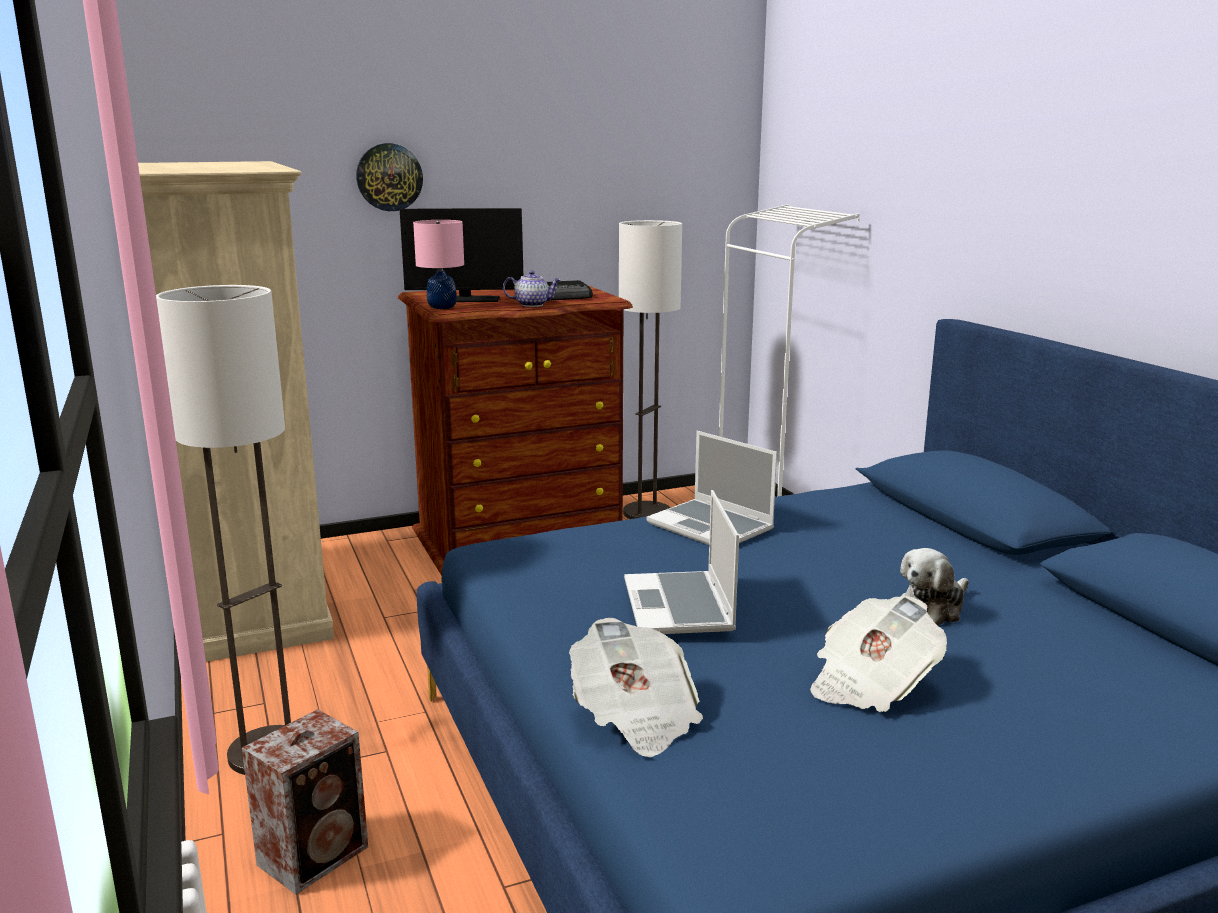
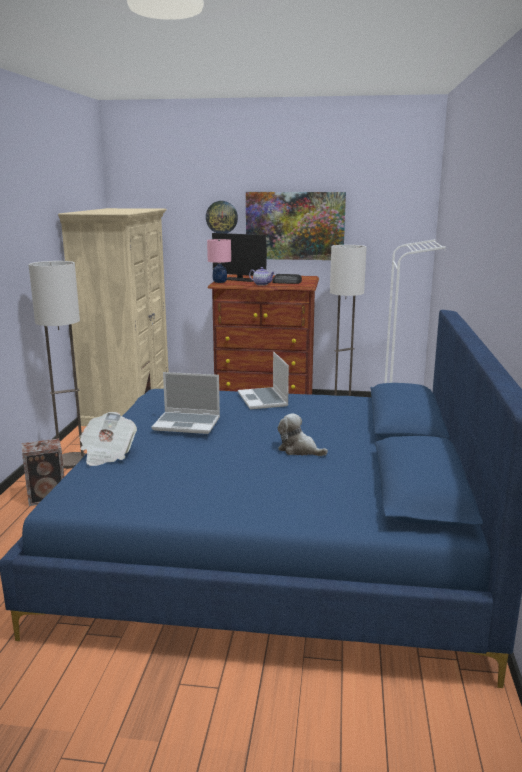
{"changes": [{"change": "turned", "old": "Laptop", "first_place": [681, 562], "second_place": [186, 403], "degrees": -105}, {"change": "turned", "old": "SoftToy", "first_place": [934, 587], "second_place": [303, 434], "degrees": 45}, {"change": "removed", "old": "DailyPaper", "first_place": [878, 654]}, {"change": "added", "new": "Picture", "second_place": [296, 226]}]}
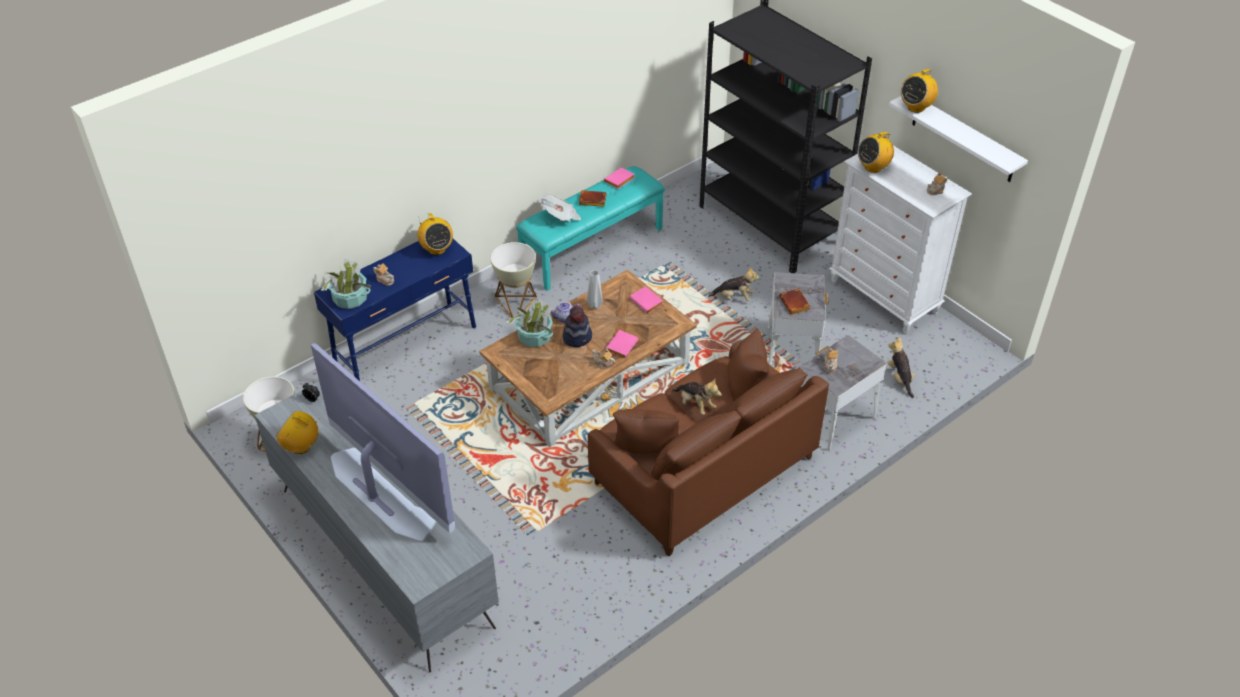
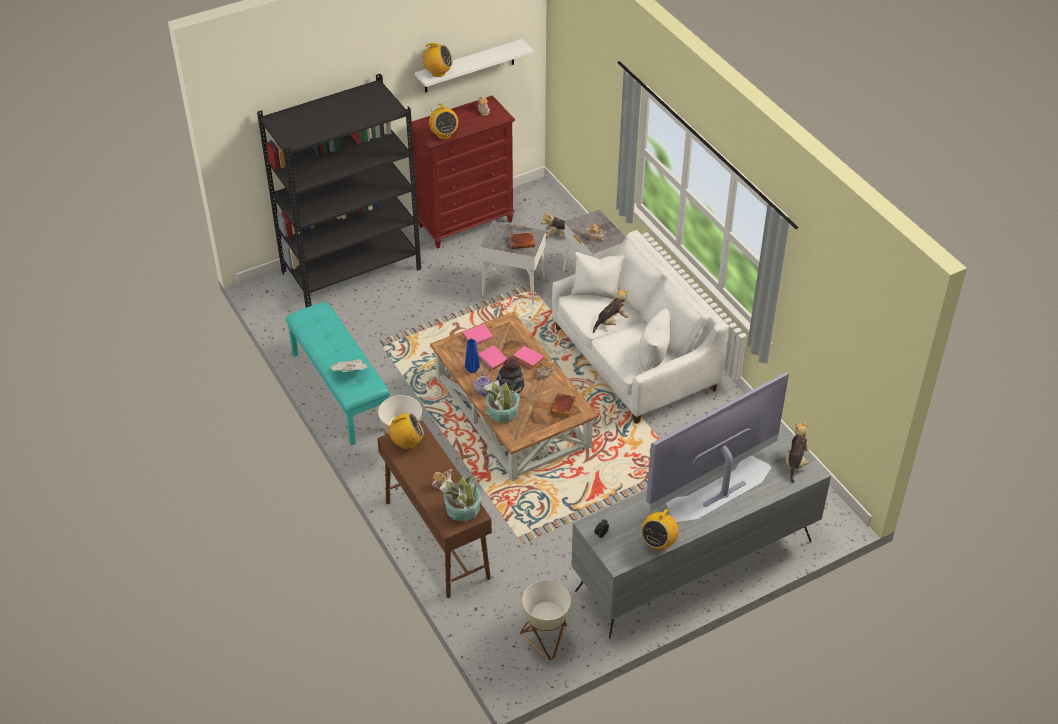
{"changes": [{"change": "turned", "old": "Radio", "first_place": [919, 90], "second_place": [436, 60], "degrees": -45}, {"change": "recoloured", "old": "WhiteColouredDresser", "new": "RedColouredDresser", "first_place": [900, 240], "second_place": [463, 172]}, {"change": "moved", "old": "PinkColouredBoundBook", "first_place": [619, 178], "second_place": [492, 357]}, {"change": "moved", "old": "BrownishBoundBook", "first_place": [593, 198], "second_place": [563, 405]}, {"change": "recoloured", "old": "BluishConsoleTable", "new": "BrownishConsoleTable", "first_place": [395, 310], "second_place": [434, 509]}, {"change": "moved", "old": "SoftToy", "first_place": [733, 283], "second_place": [797, 452]}, {"change": "recoloured", "old": "GreyDecorativeVase", "new": "BluishDecorativeVase", "first_place": [595, 289], "second_place": [472, 356]}, {"change": "recoloured", "old": "BrownishCouch", "new": "WhiteColouredCouch", "first_place": [708, 442], "second_place": [640, 327]}]}
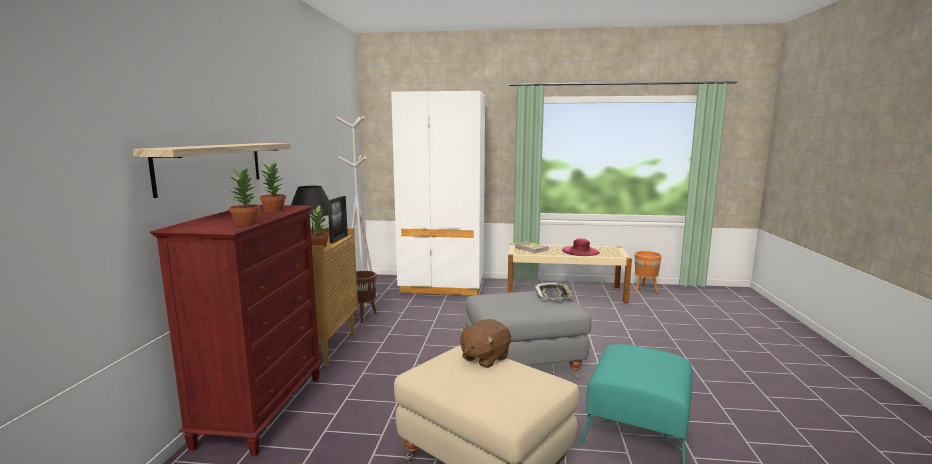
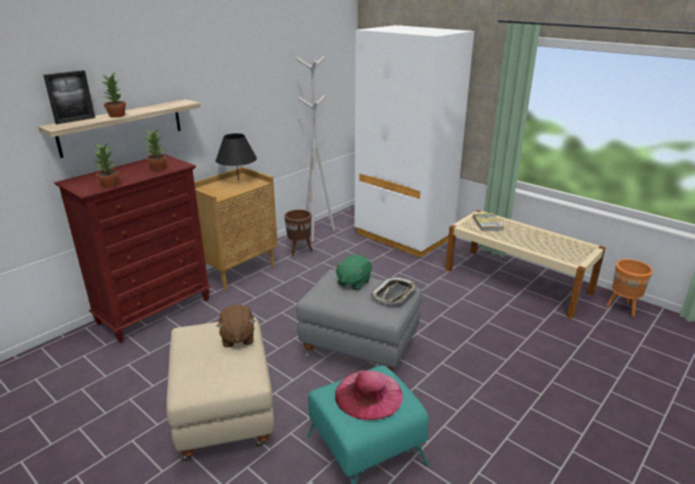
{"changes": [{"change": "moved", "old": "PhotoFrame", "first_place": [338, 219], "second_place": [69, 97]}, {"change": "moved", "old": "Houseplant", "first_place": [319, 226], "second_place": [114, 95]}, {"change": "moved", "old": "PinkColouredWearableHat", "first_place": [581, 247], "second_place": [369, 395]}, {"change": "turned", "old": "BrownishSoftToy", "first_place": [485, 343], "second_place": [235, 326], "degrees": -90}, {"change": "added", "new": "GreenishSoftToy", "second_place": [353, 272]}]}
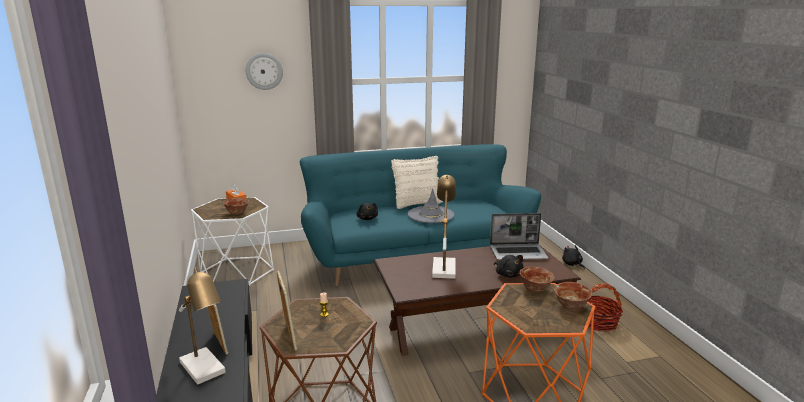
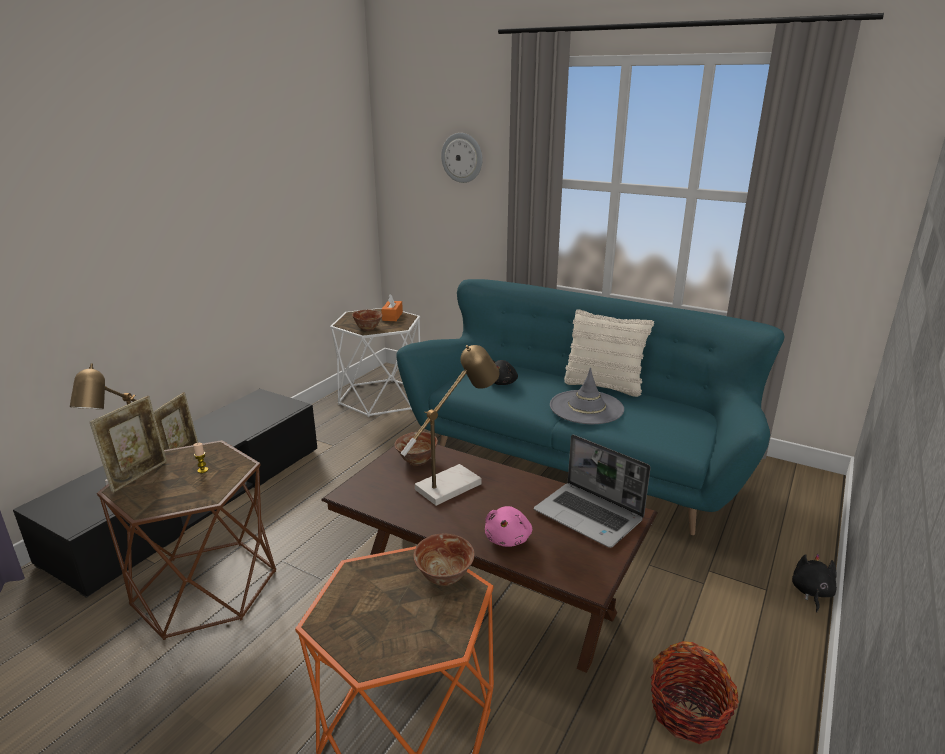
{"changes": [{"change": "recoloured", "old": "BlackSoftToy", "new": "PinkColouredSoftToy", "first_place": [509, 266], "second_place": [508, 526]}, {"change": "moved", "old": "DeepDish", "first_place": [573, 296], "second_place": [416, 449]}]}
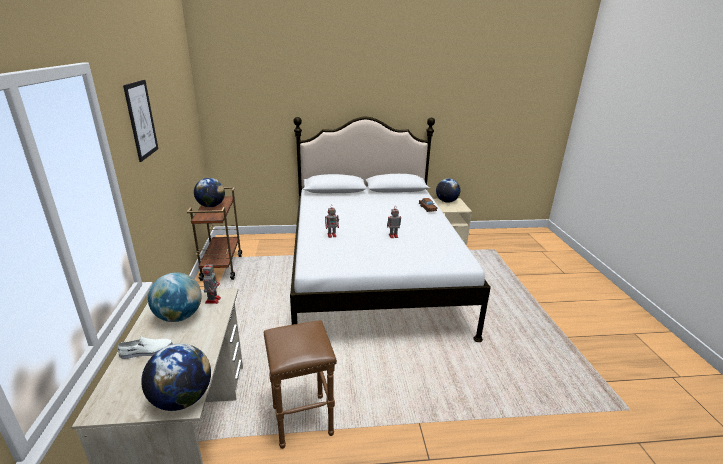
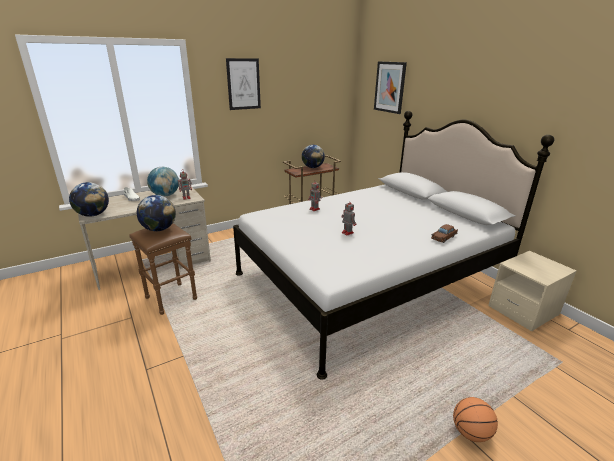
{"changes": [{"change": "moved", "old": "DeskGlobe", "first_place": [448, 190], "second_place": [156, 213]}, {"change": "added", "new": "Picture", "second_place": [390, 87]}, {"change": "added", "new": "BallForBasketball", "second_place": [475, 419]}]}
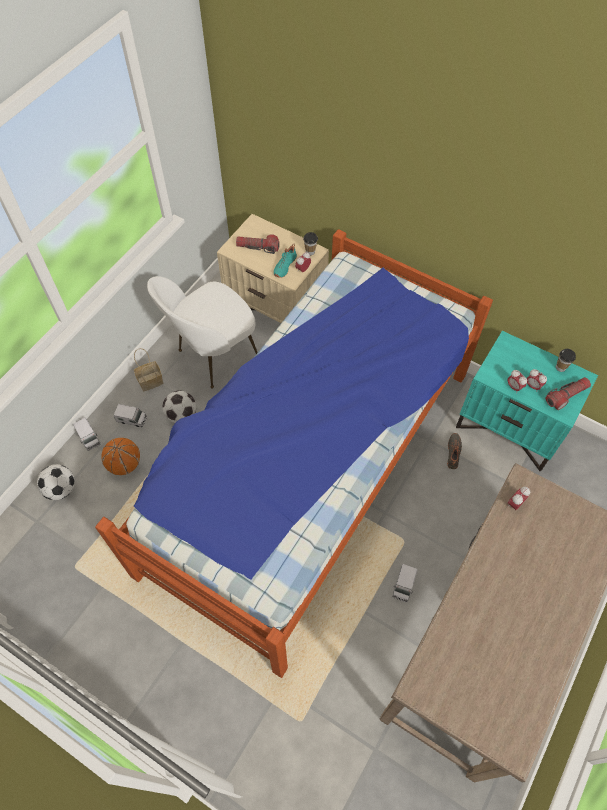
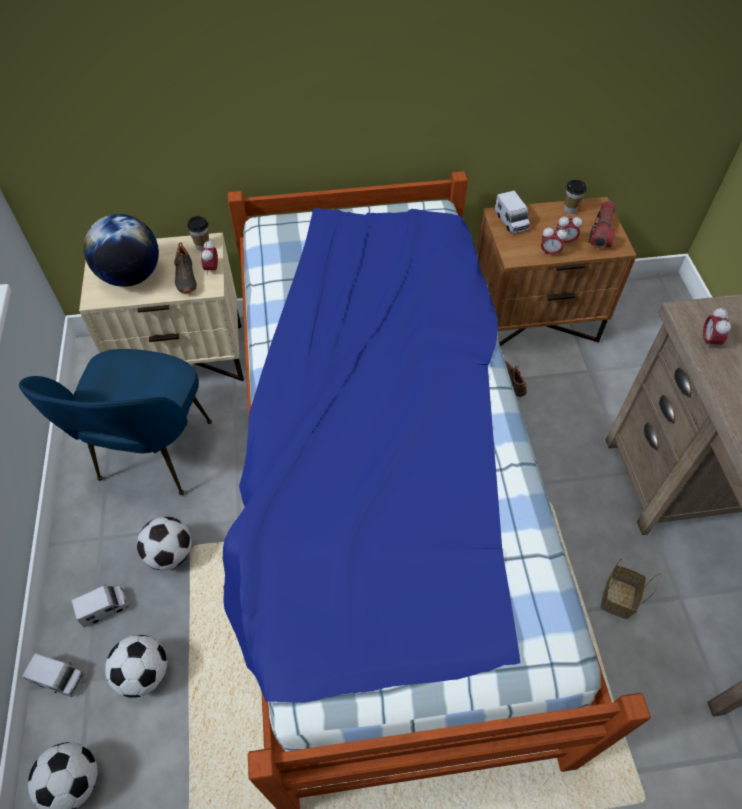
{"changes": [{"change": "replaced", "old": "Flashlight", "new": "DeskGlobe", "first_place": [258, 244], "second_place": [121, 250]}, {"change": "recoloured", "old": "BlueGreenItemOfFootwear", "new": "BlackItemOfFootwear", "first_place": [285, 260], "second_place": [185, 267]}, {"change": "recoloured", "old": "WhiteColouredUprightChair", "new": "BluishUprightChair", "first_place": [202, 332], "second_place": [115, 422]}, {"change": "recoloured", "old": "BlueGreenNightstand", "new": "BrownishNightstand", "first_place": [527, 401], "second_place": [557, 271]}, {"change": "moved", "old": "HouseholdBasket", "first_place": [148, 369], "second_place": [631, 588]}, {"change": "replaced", "old": "BallForBasketball", "new": "FootballBall", "first_place": [120, 456], "second_place": [136, 666]}, {"change": "moved", "old": "ModelTruck", "first_place": [405, 583], "second_place": [512, 212]}]}
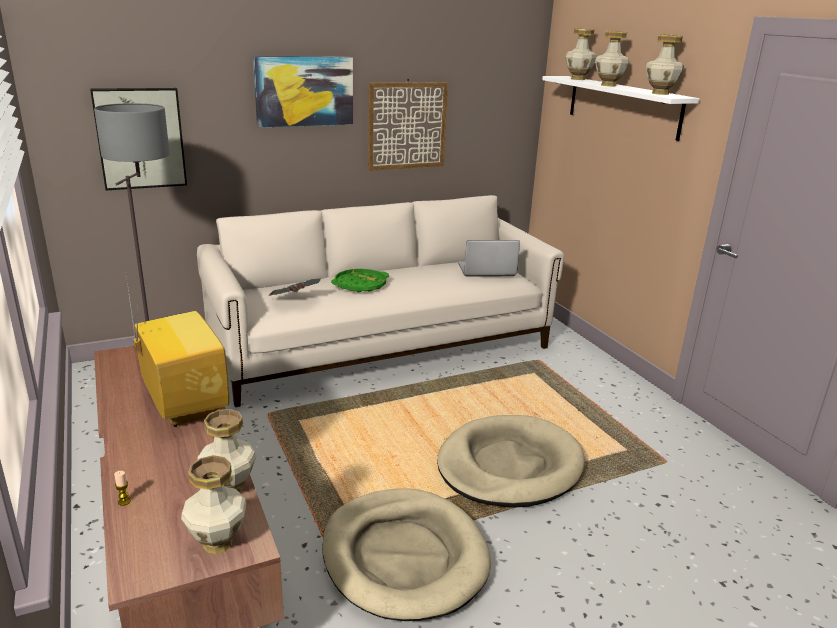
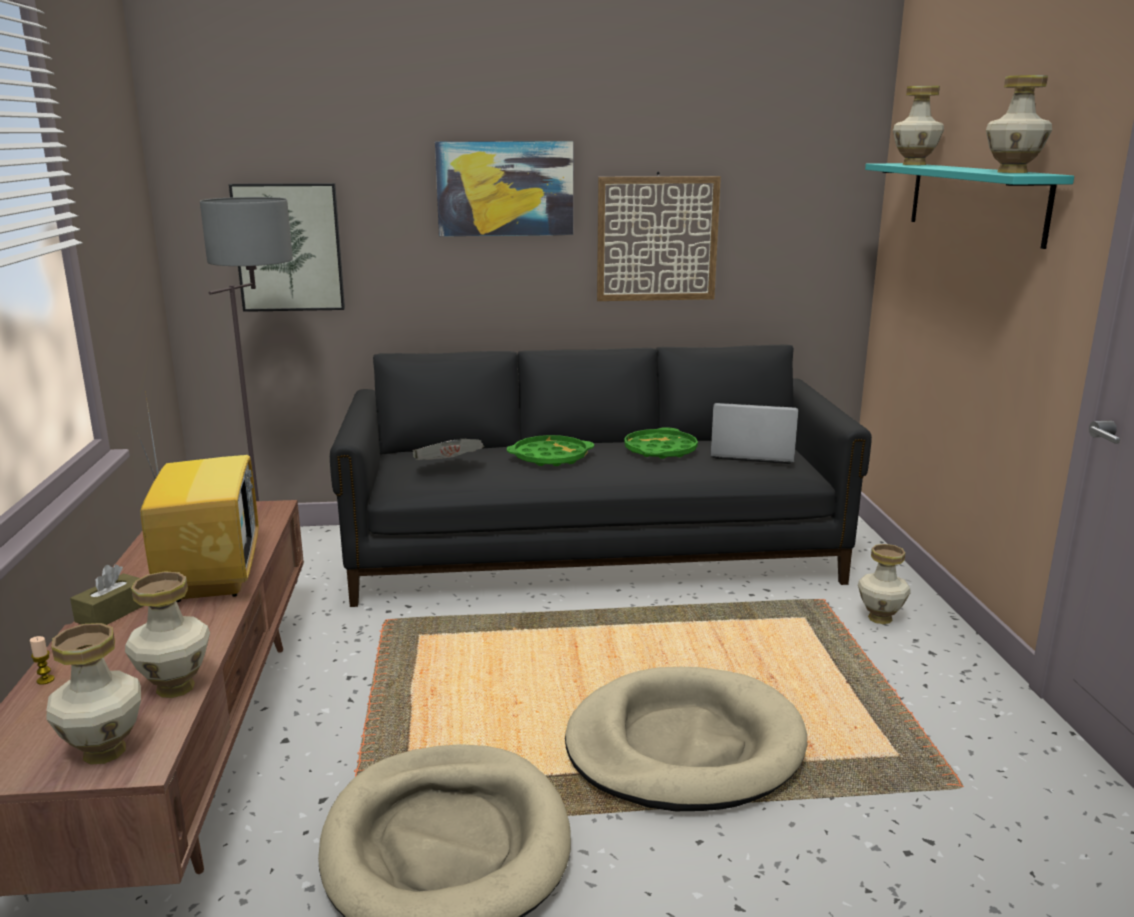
{"changes": [{"change": "moved", "old": "DecorativeVase", "first_place": [612, 58], "second_place": [884, 584]}, {"change": "recoloured", "old": "WhiteColouredBracketShelf", "new": "BlueGreenBracketShelf", "first_place": [621, 108], "second_place": [969, 206]}, {"change": "recoloured", "old": "BeigeCouch", "new": "BlackCouch", "first_place": [380, 301], "second_place": [601, 475]}, {"change": "added", "new": "GreenishServingTray", "second_place": [661, 443]}, {"change": "added", "new": "BrownishTissueBox", "second_place": [106, 594]}]}
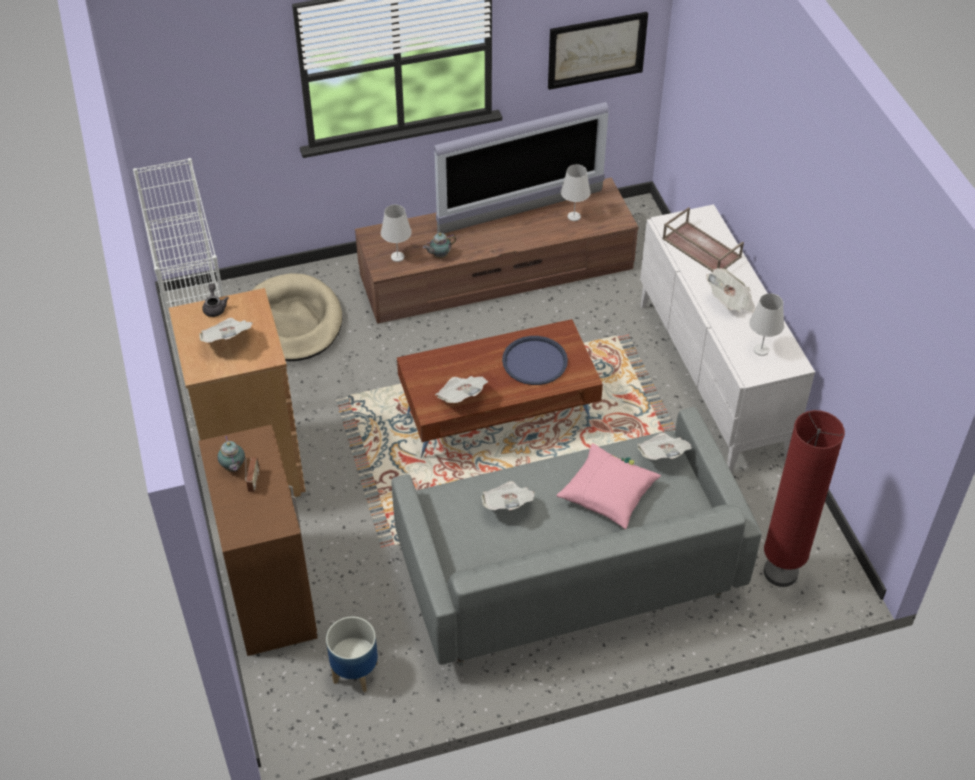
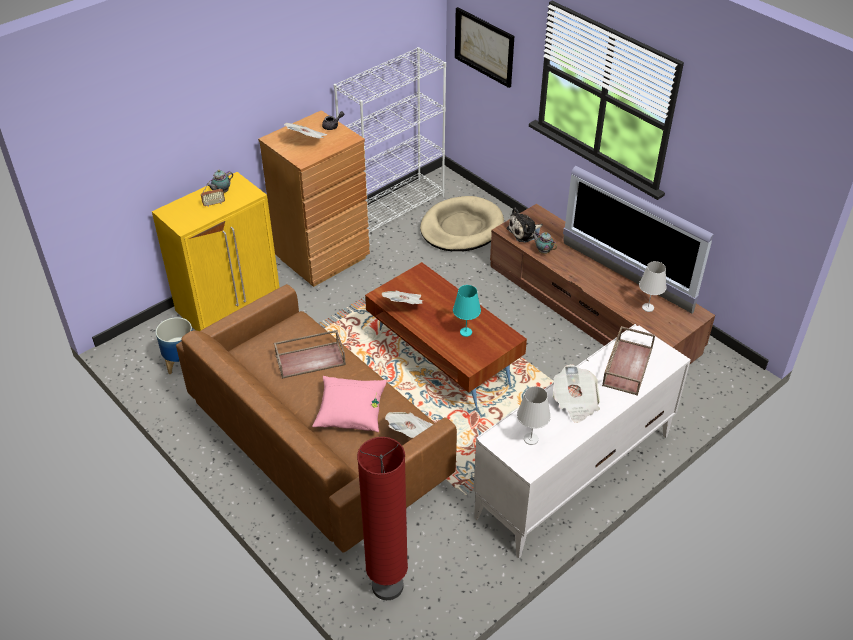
{"changes": [{"change": "moved", "old": "Picture", "first_place": [598, 51], "second_place": [484, 47]}, {"change": "replaced", "old": "WhiteColouredLampForATable", "new": "SoftToy", "first_place": [396, 233], "second_place": [525, 225]}, {"change": "replaced", "old": "BluishServingTray", "new": "BlueGreenLampForATable", "first_place": [535, 360], "second_place": [467, 311]}, {"change": "recoloured", "old": "GreyCouch", "new": "BrownishCouch", "first_place": [576, 536], "second_place": [316, 418]}, {"change": "recoloured", "old": "BrownishCupboard", "new": "YellowColouredCupboard", "first_place": [257, 540], "second_place": [216, 251]}, {"change": "replaced", "old": "DailyPaper", "new": "BrownishServingTray", "first_place": [508, 495], "second_place": [310, 354]}]}
